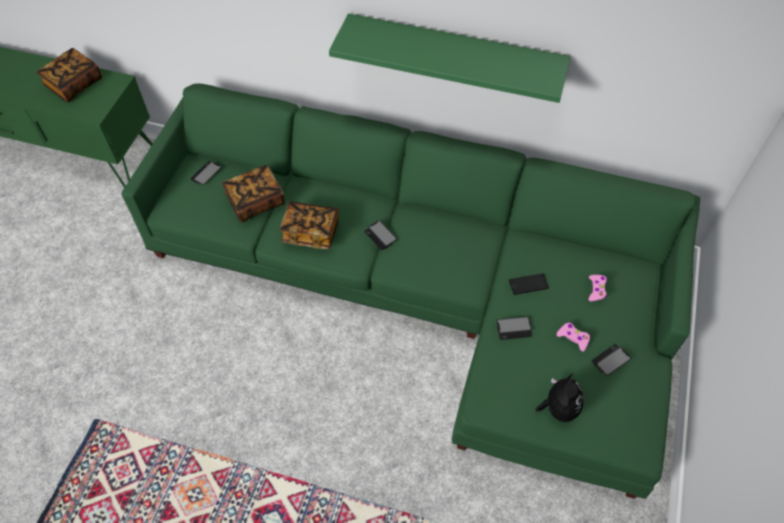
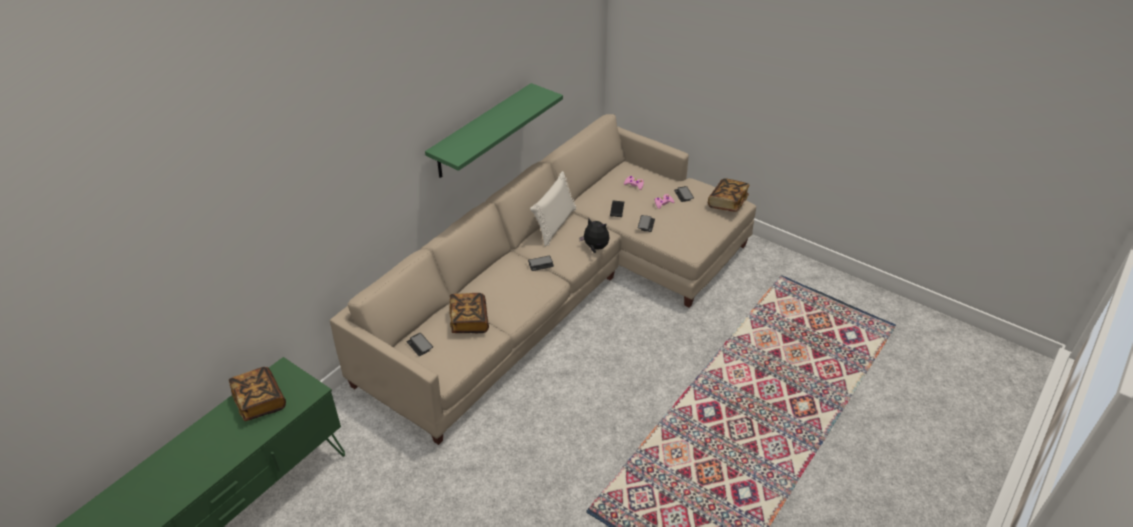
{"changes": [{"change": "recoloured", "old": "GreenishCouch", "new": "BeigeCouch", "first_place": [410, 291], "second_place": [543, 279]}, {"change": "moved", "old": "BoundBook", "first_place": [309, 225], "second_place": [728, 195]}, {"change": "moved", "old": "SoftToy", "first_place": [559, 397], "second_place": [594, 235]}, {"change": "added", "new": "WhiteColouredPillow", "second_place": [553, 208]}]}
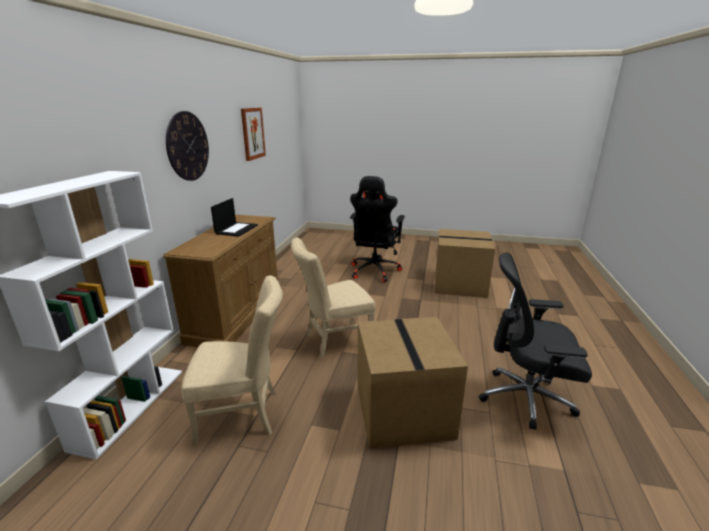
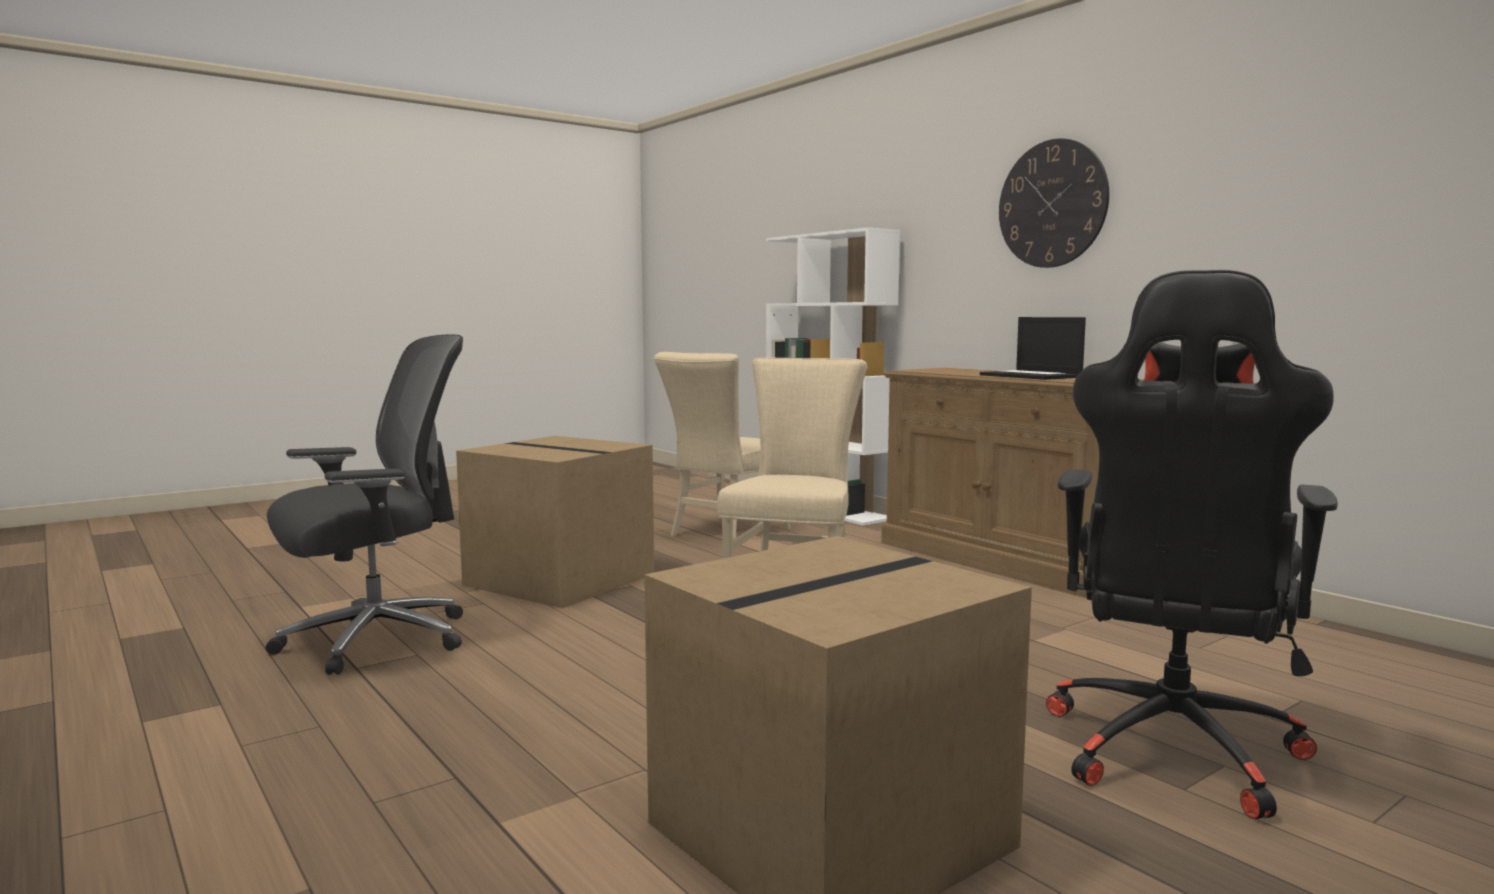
{"changes": [{"change": "removed", "old": "Picture", "first_place": [253, 134]}, {"change": "turned", "old": "BlackDeskChair", "first_place": [377, 229], "second_place": [1192, 544], "degrees": -120}]}
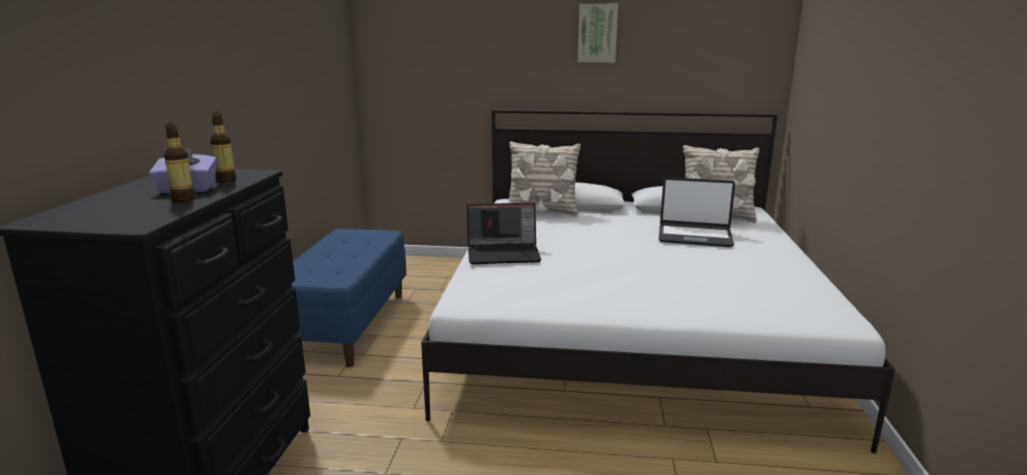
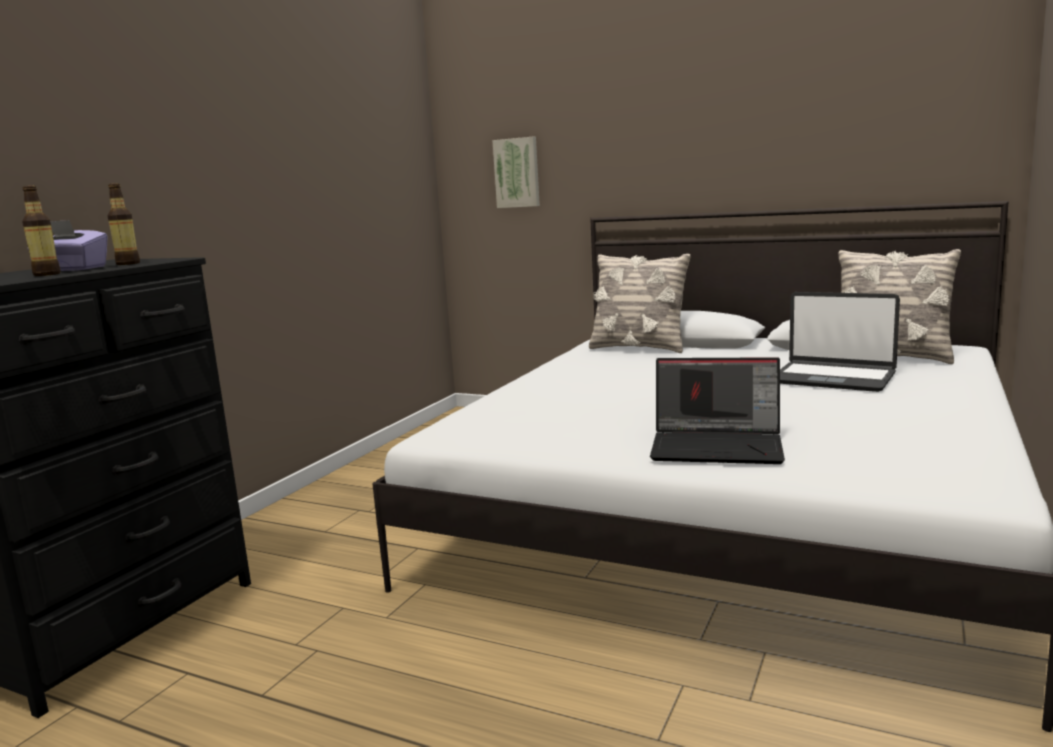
{"changes": [{"change": "moved", "old": "Picture", "first_place": [598, 33], "second_place": [516, 172]}, {"change": "moved", "old": "Laptop", "first_place": [504, 233], "second_place": [717, 410]}, {"change": "removed", "old": "BluishBench", "first_place": [349, 297]}]}
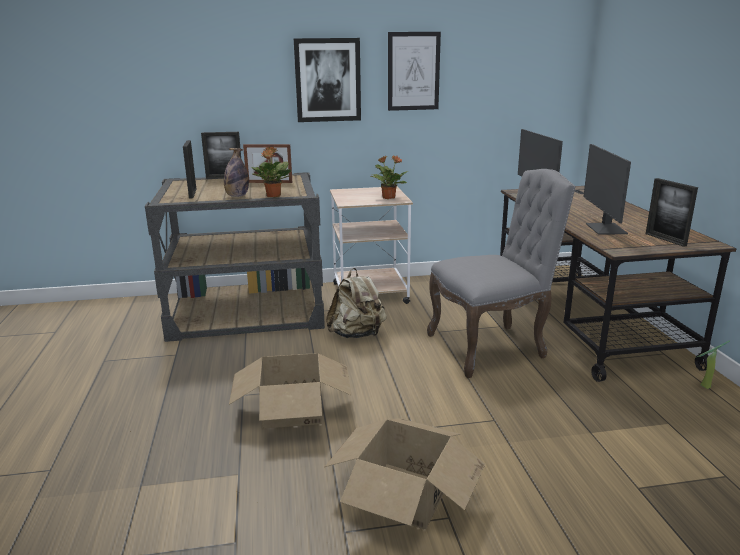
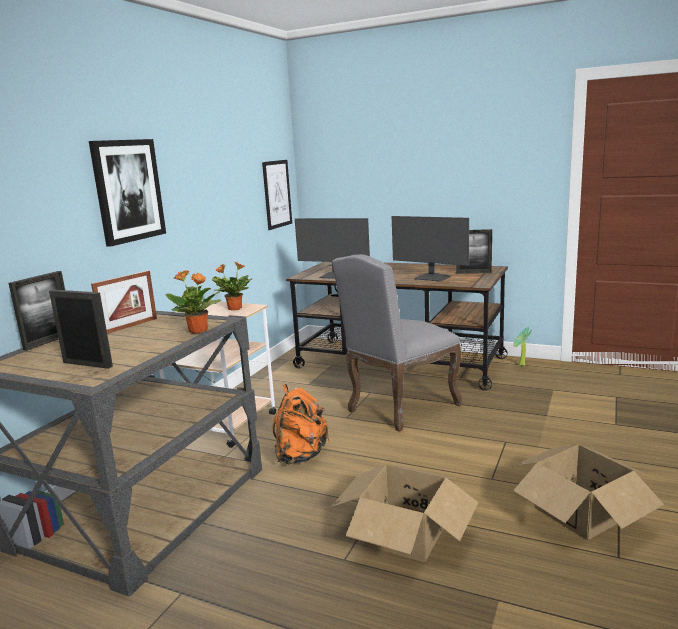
{"changes": [{"change": "moved", "old": "Picture", "first_place": [414, 71], "second_place": [277, 195]}, {"change": "removed", "old": "Bottle", "first_place": [236, 172]}, {"change": "turned", "old": "GreyUprightChair", "first_place": [501, 273], "second_place": [397, 343], "degrees": -150}, {"change": "recoloured", "old": "BeigeBackpack", "new": "OrangeBackpack", "first_place": [356, 303], "second_place": [300, 424]}]}
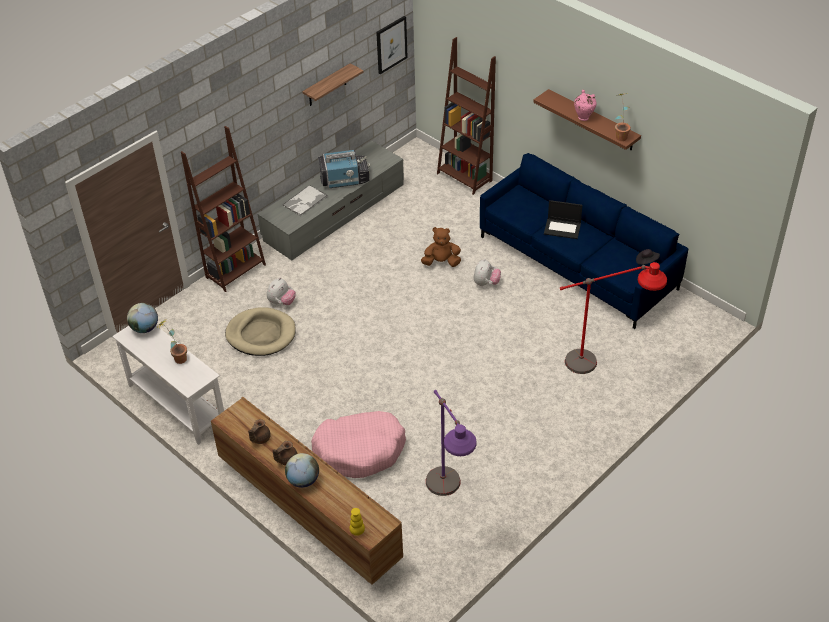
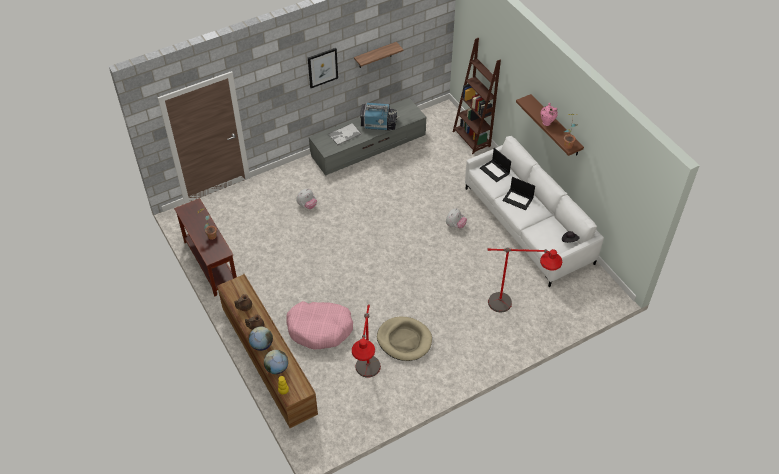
{"changes": [{"change": "moved", "old": "Picture", "first_place": [392, 45], "second_place": [323, 68]}, {"change": "removed", "old": "BrownishBookshelf", "first_place": [223, 209]}, {"change": "recoloured", "old": "BluishCouch", "new": "WhiteColouredCouch", "first_place": [584, 241], "second_place": [534, 211]}, {"change": "removed", "old": "BrownishSoftToy", "first_place": [441, 247]}, {"change": "moved", "old": "DeskGlobe", "first_place": [142, 318], "second_place": [276, 362]}, {"change": "moved", "old": "BeigeDogBed", "first_place": [260, 331], "second_place": [404, 339]}, {"change": "recoloured", "old": "WhiteColouredConsoleTable", "new": "BrownishConsoleTable", "first_place": [168, 385], "second_place": [205, 247]}, {"change": "recoloured", "old": "PurplishStandingLamp", "new": "RedColouredStandingLamp", "first_place": [451, 443], "second_place": [366, 341]}, {"change": "added", "new": "Laptop", "second_place": [495, 165]}]}
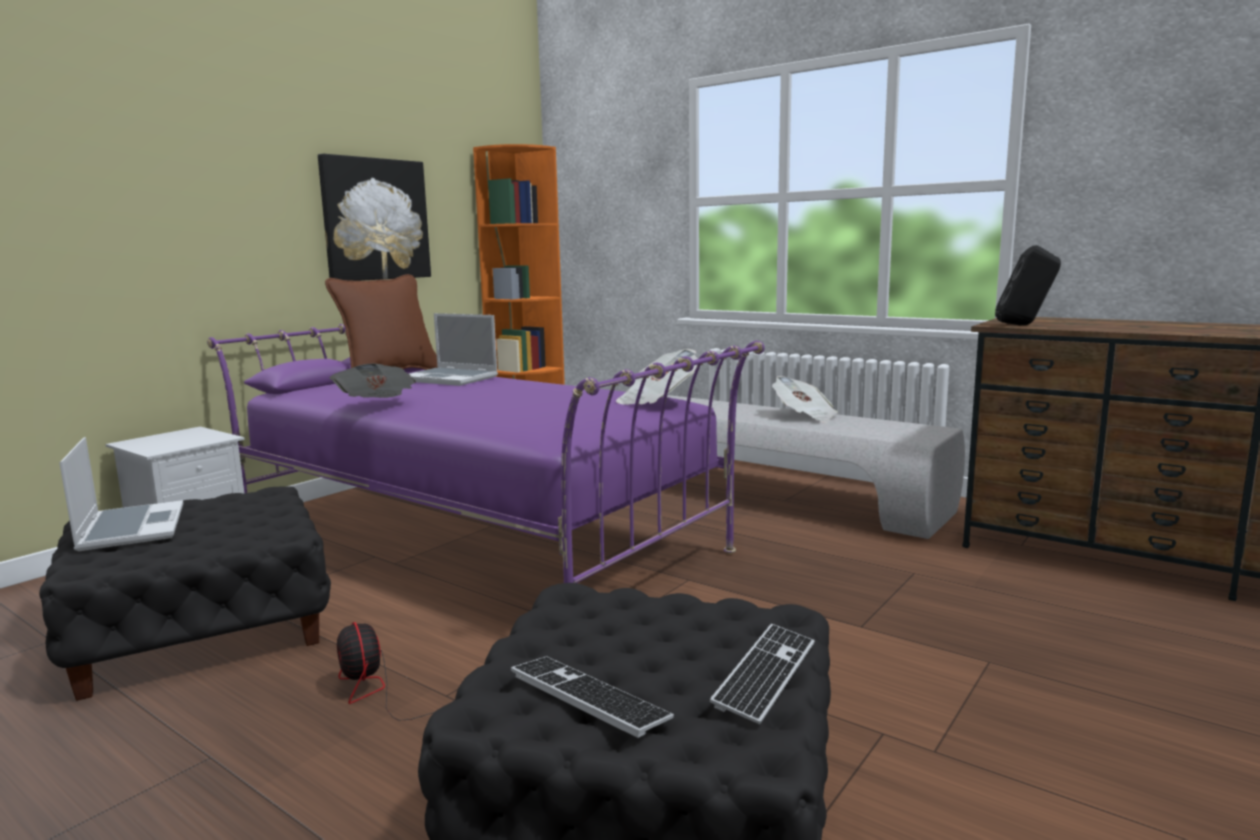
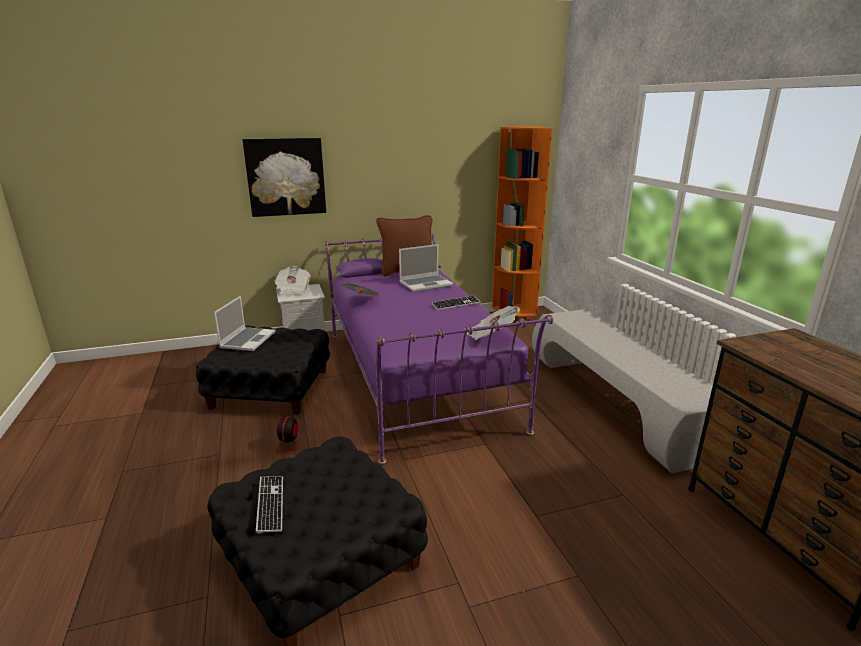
{"changes": [{"change": "moved", "old": "Picture", "first_place": [374, 217], "second_place": [284, 177]}, {"change": "removed", "old": "BlackLoudspeaker", "first_place": [1028, 285]}, {"change": "turned", "old": "Laptop", "first_place": [453, 349], "second_place": [426, 268], "degrees": -90}, {"change": "moved", "old": "DailyPaper", "first_place": [805, 399], "second_place": [292, 281]}, {"change": "moved", "old": "PcKeyboard", "first_place": [762, 674], "second_place": [456, 302]}]}
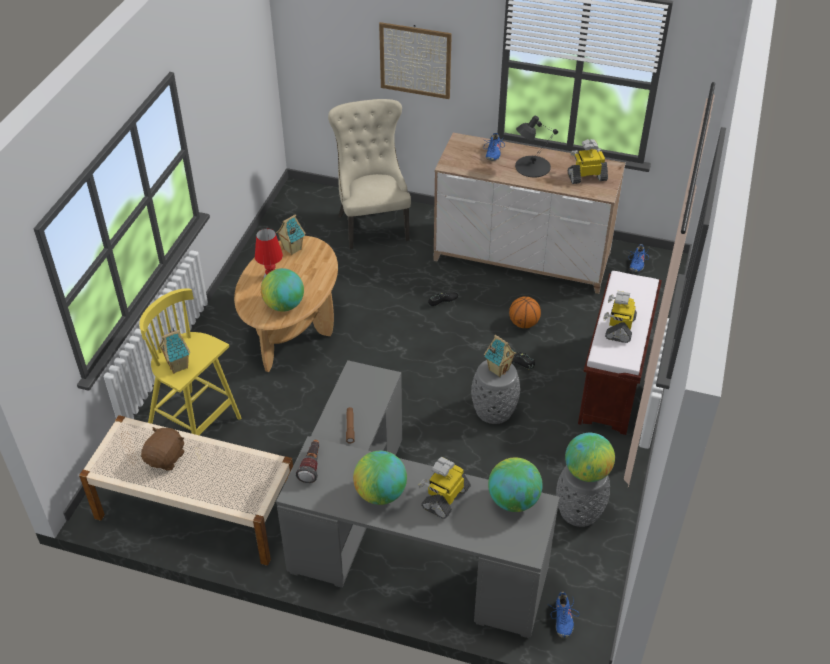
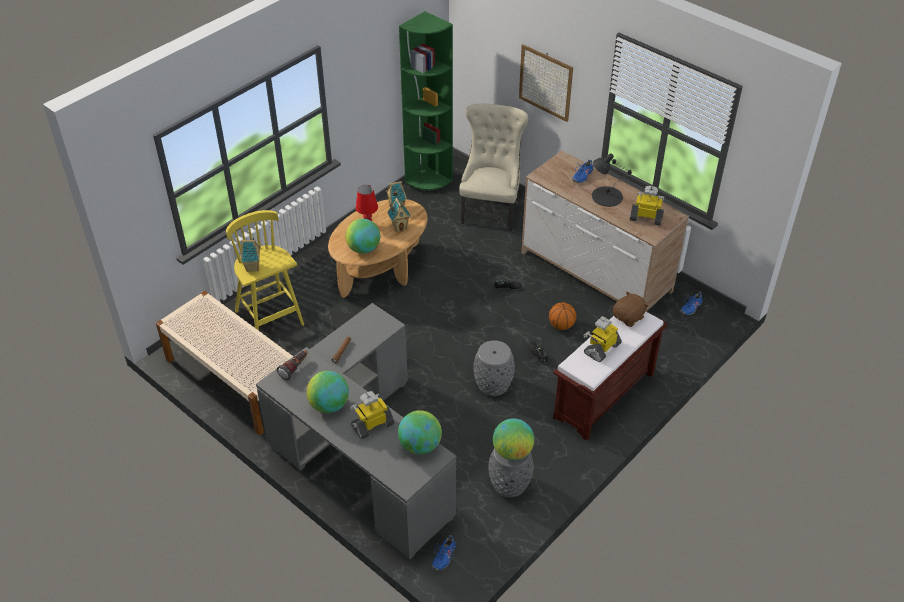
{"changes": [{"change": "moved", "old": "ModelHouse", "first_place": [500, 356], "second_place": [399, 215]}, {"change": "moved", "old": "BrownishSoftToy", "first_place": [163, 449], "second_place": [630, 309]}, {"change": "added", "new": "GreenishBookshelf", "second_place": [426, 101]}]}
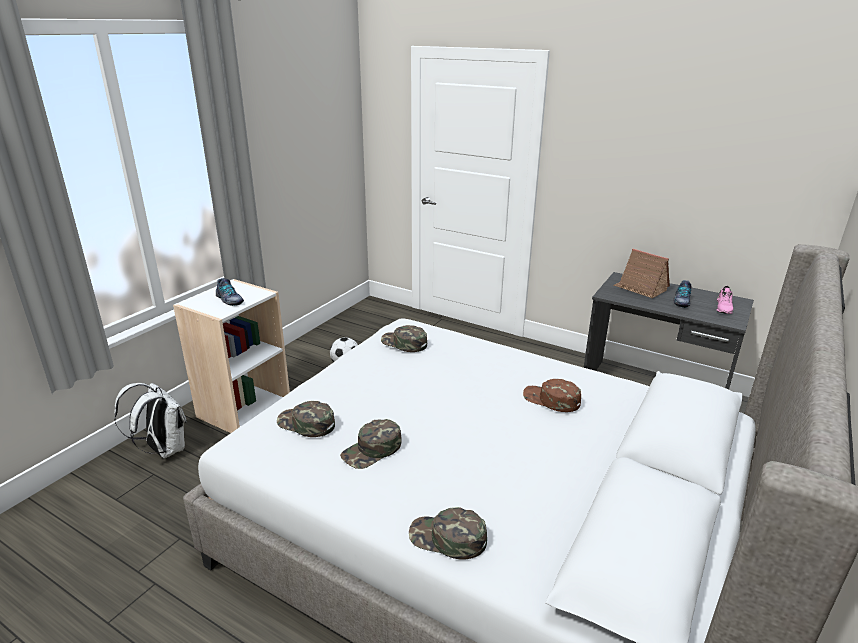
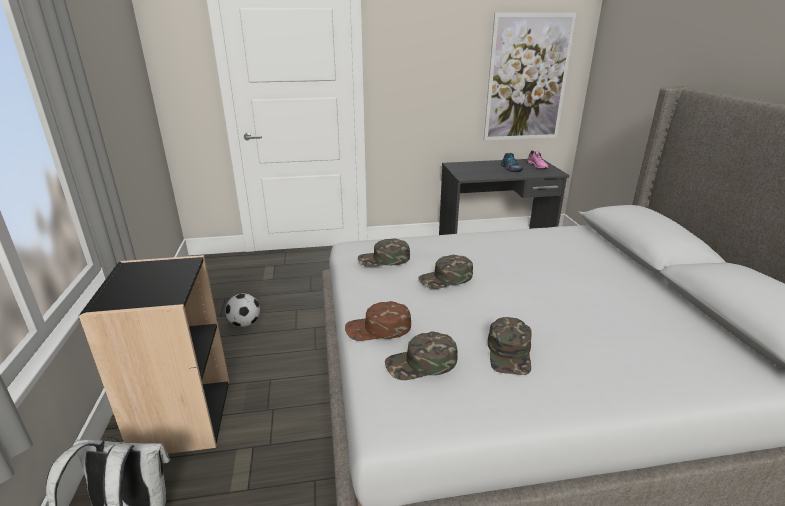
{"changes": [{"change": "removed", "old": "ModelHouse", "first_place": [641, 273]}, {"change": "removed", "old": "ItemOfFootwear", "first_place": [230, 292]}, {"change": "recoloured", "old": "WhiteColouredBookshelf", "new": "BlackBookshelf", "first_place": [231, 356], "second_place": [154, 354]}, {"change": "moved", "old": "BrownishPeakedCap", "first_place": [552, 395], "second_place": [378, 321]}, {"change": "moved", "old": "GreenishPeakedCap", "first_place": [448, 533], "second_place": [445, 272]}, {"change": "added", "new": "Picture", "second_place": [530, 76]}]}
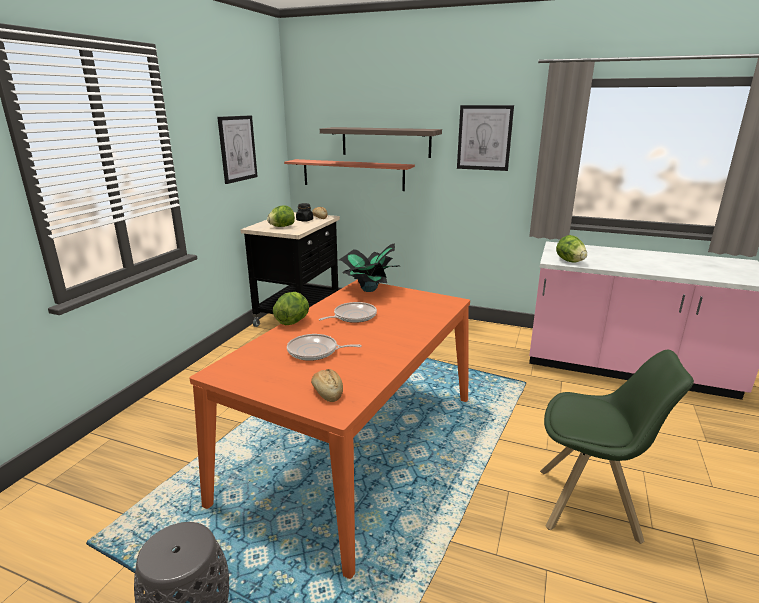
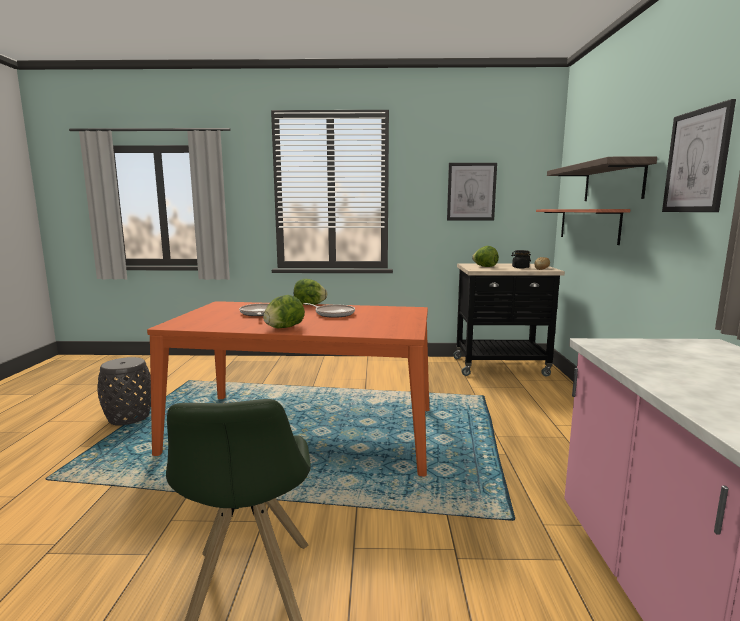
{"changes": [{"change": "moved", "old": "HeadOfLettuce", "first_place": [571, 249], "second_place": [284, 311]}, {"change": "removed", "old": "Houseplant", "first_place": [369, 267]}, {"change": "removed", "old": "BakeryBread", "first_place": [327, 385]}]}
